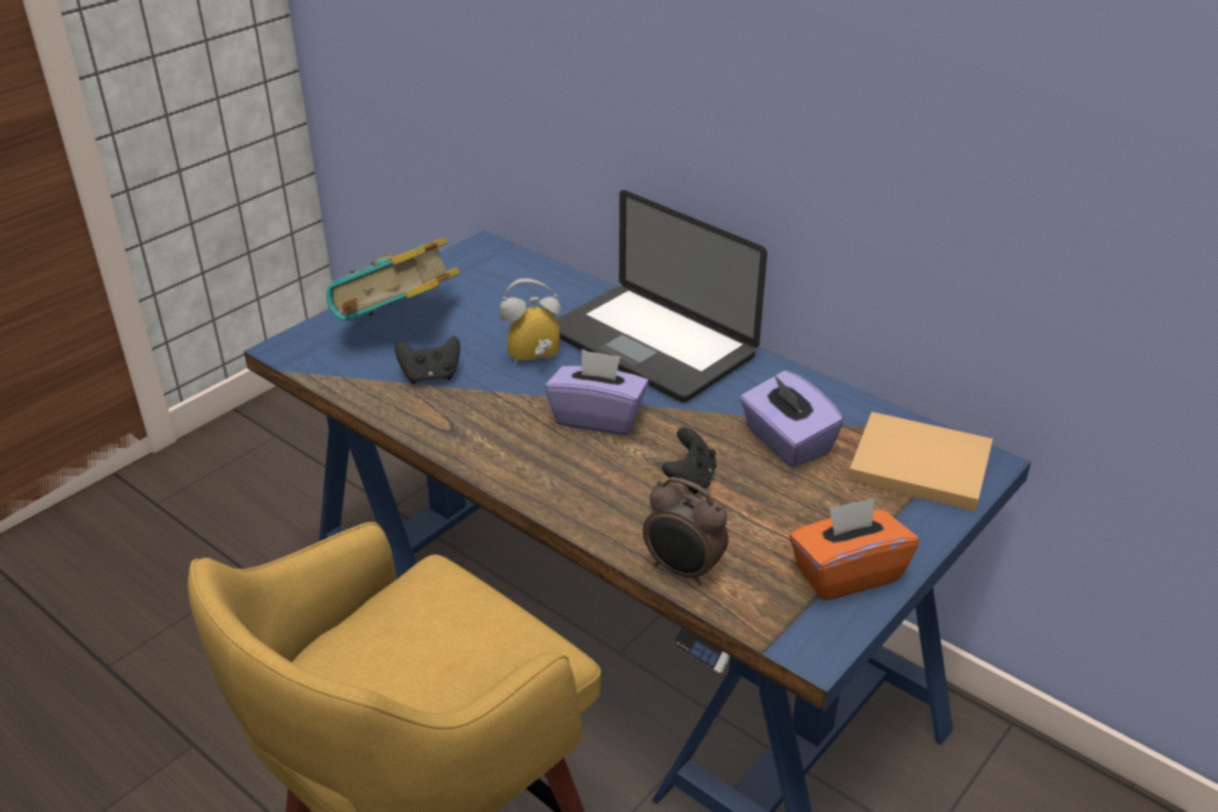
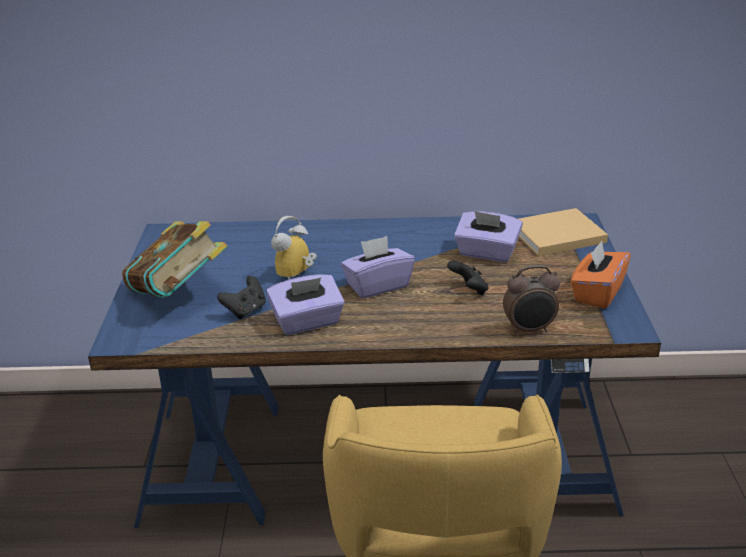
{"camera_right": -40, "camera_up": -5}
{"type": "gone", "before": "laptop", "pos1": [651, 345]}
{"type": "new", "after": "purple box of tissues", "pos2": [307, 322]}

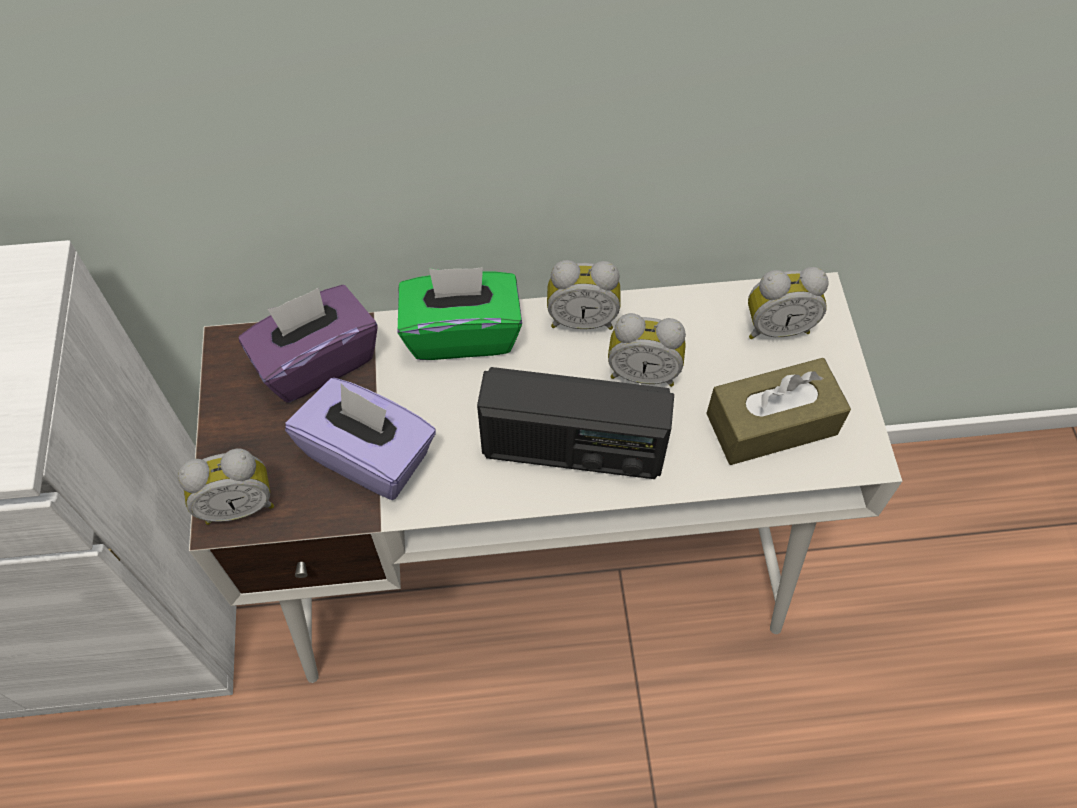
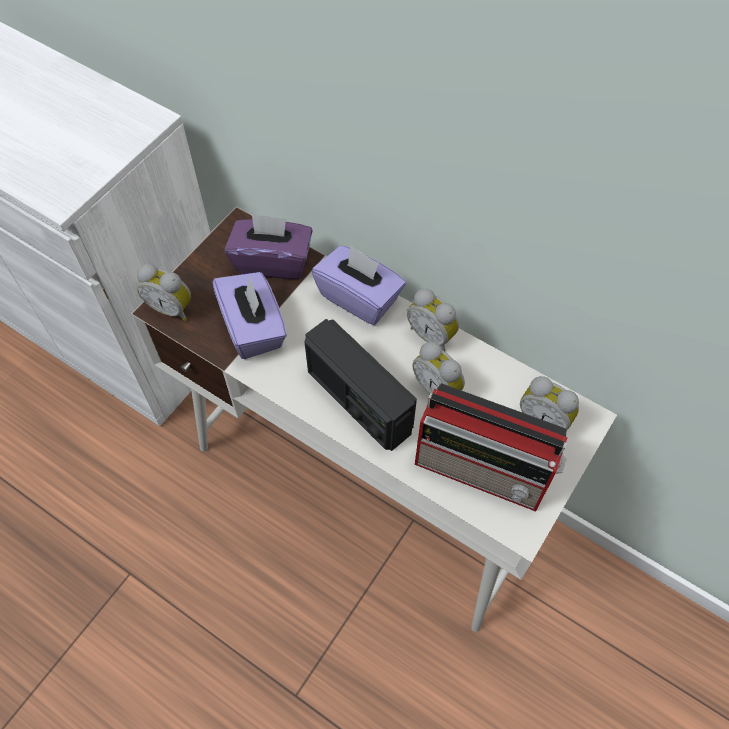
{"camera_right": 40, "camera_up": 0}
{"type": "repainted", "before": "green box of tissues", "after": "purple box of tissues", "pos1": [462, 333], "pos2": [359, 297]}
{"type": "swapped", "before": "brown box of tissues", "after": "radio receiver", "pos1": [771, 424], "pos2": [484, 471]}

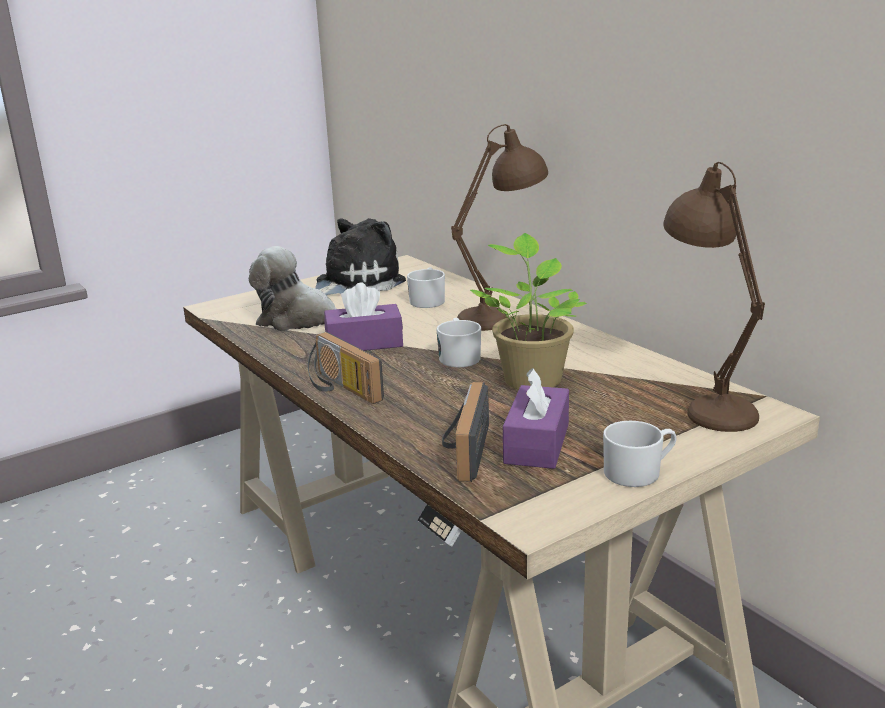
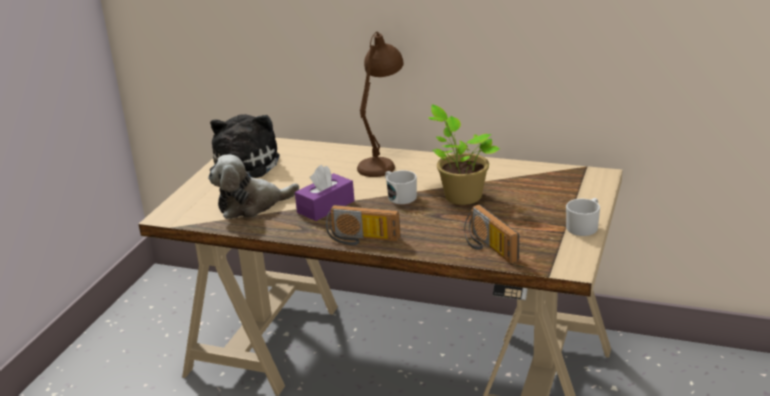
{"camera_right": -35, "camera_up": 5}
{"type": "gone", "before": "whitish tea mug", "pos1": [428, 300]}
{"type": "gone", "before": "purple box of tissues", "pos1": [537, 443]}
{"type": "gone", "before": "brown lamp for a table", "pos1": [705, 403]}

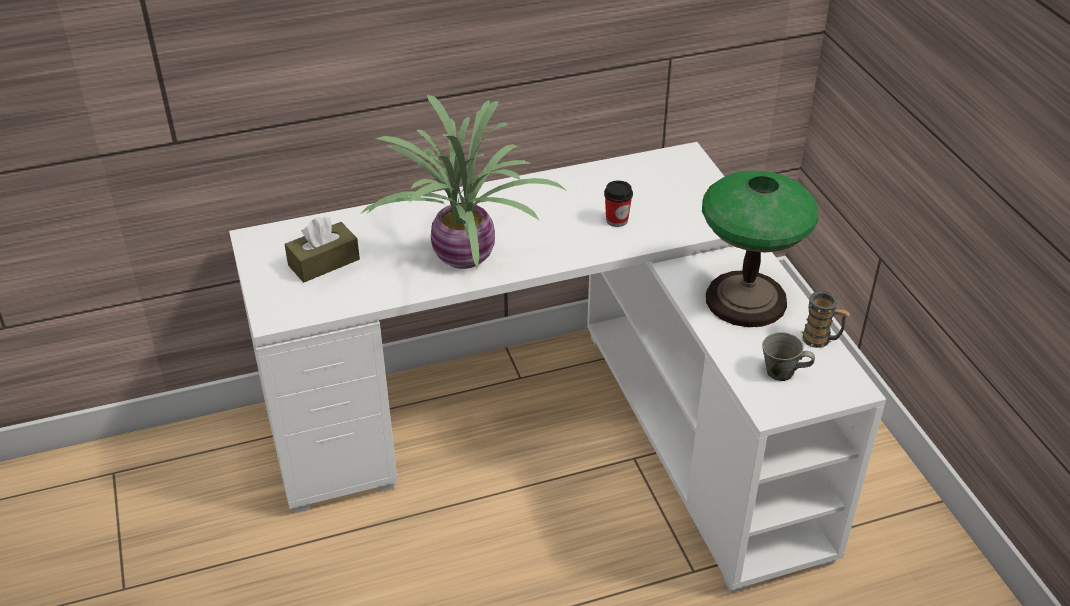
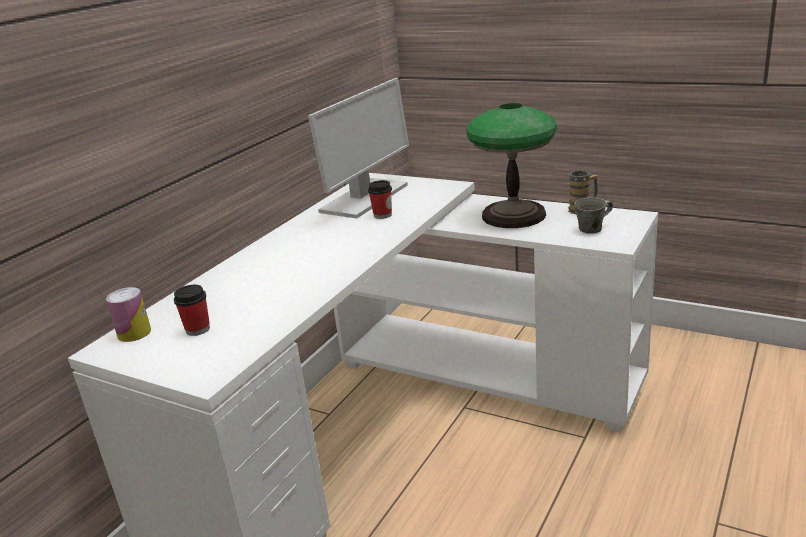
{"camera_right": -40, "camera_up": -15}
{"type": "swapped", "before": "brown box of tissues", "after": "small cup", "pos1": [324, 262], "pos2": [198, 329]}
{"type": "gone", "before": "potted plant", "pos1": [462, 259]}
{"type": "new", "after": "can", "pos2": [134, 333]}
{"type": "new", "after": "computer display", "pos2": [364, 199]}

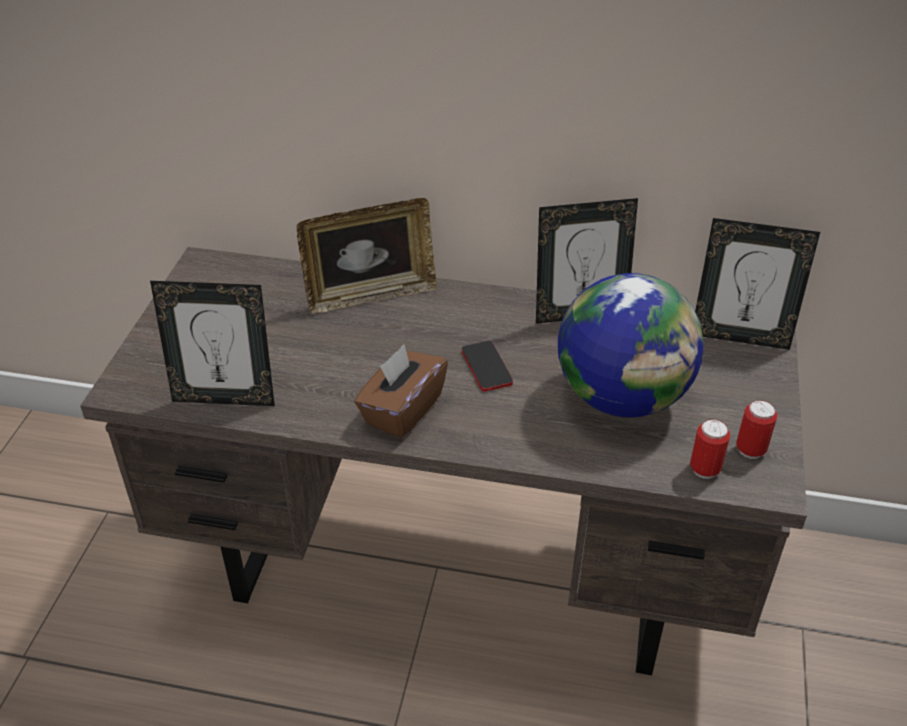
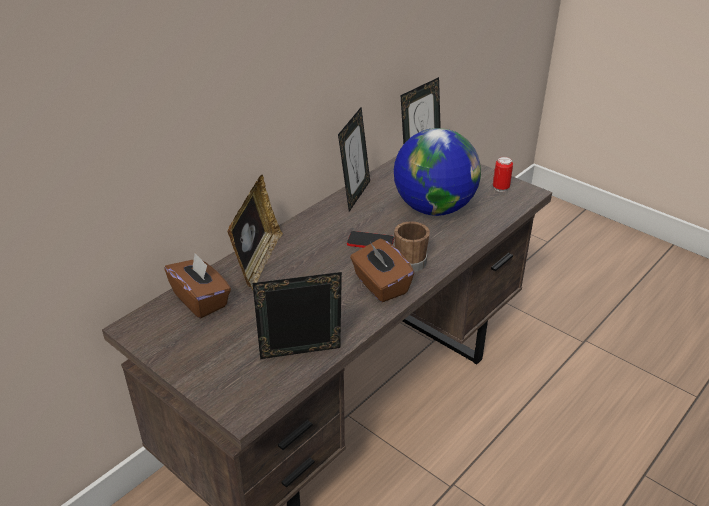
{"camera_right": -60, "camera_up": -5}
{"type": "rotated", "before": "standing frame", "pos1": [225, 397], "pos2": [301, 358], "turn": -135}
{"type": "gone", "before": "can", "pos1": [704, 469]}
{"type": "new", "after": "brown box of tissues", "pos2": [201, 300]}
{"type": "new", "after": "brown tea mug", "pos2": [411, 260]}

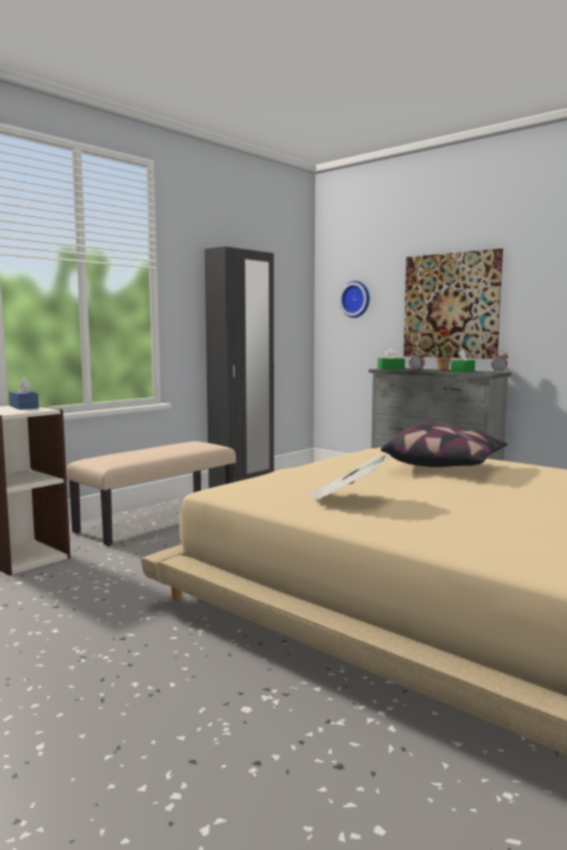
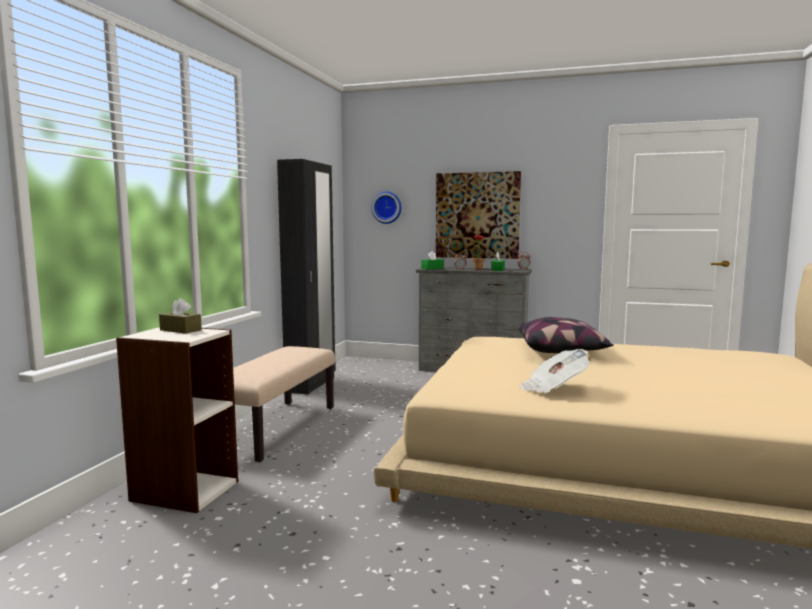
{"camera_right": -25, "camera_up": 0}
{"type": "repainted", "before": "blue-coloured box of tissues", "after": "brown box of tissues", "pos1": [24, 407], "pos2": [180, 330]}

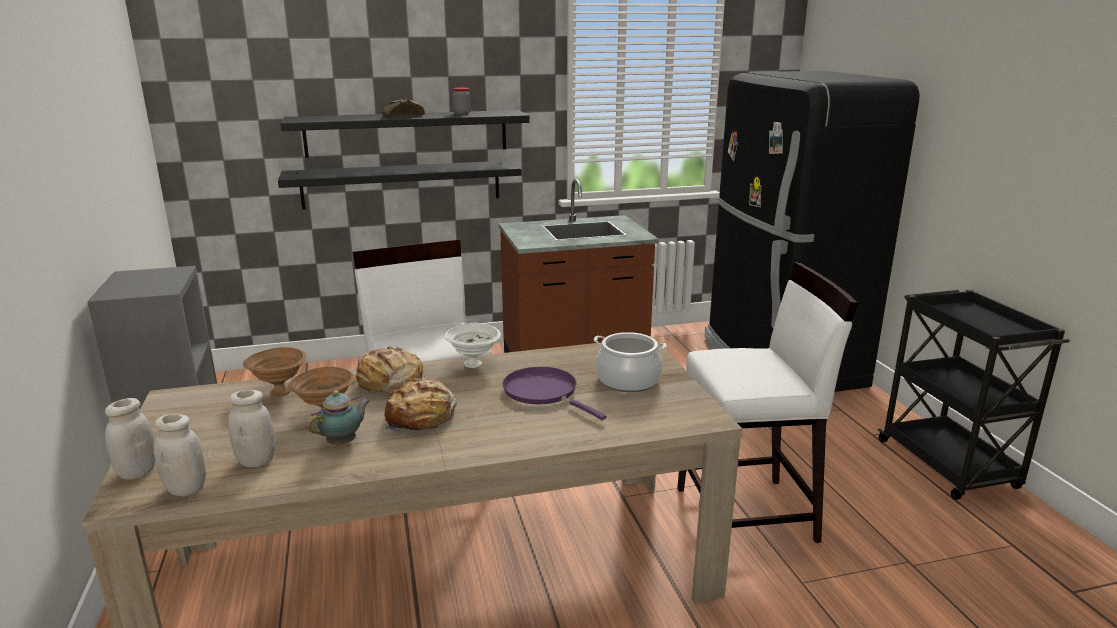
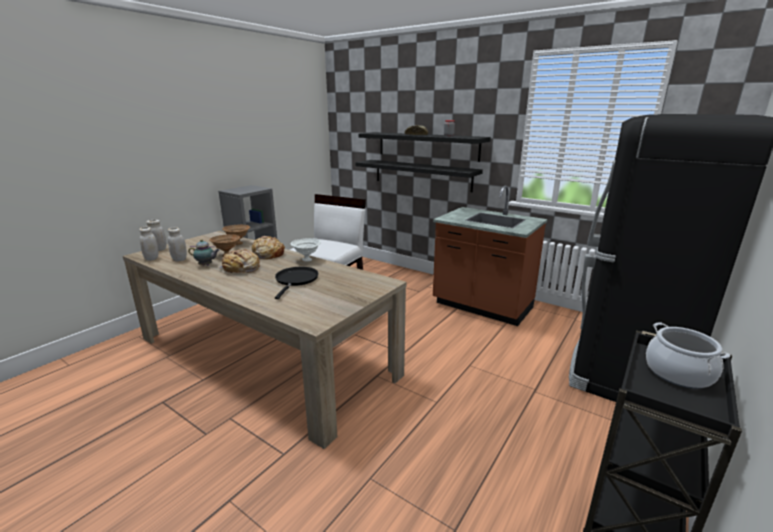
{"camera_right": 50, "camera_up": 0}
{"type": "repainted", "before": "purple frying pan", "after": "blackish frying pan", "pos1": [544, 392], "pos2": [296, 280]}
{"type": "shifted", "before": "cooking pot", "pos1": [628, 381], "pos2": [678, 373]}
{"type": "gone", "before": "whitish stool", "pos1": [747, 515]}

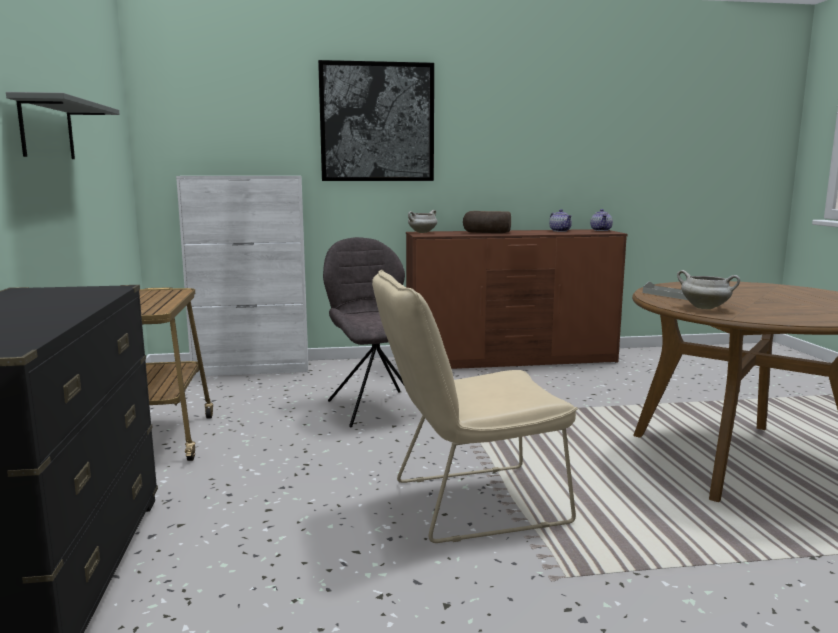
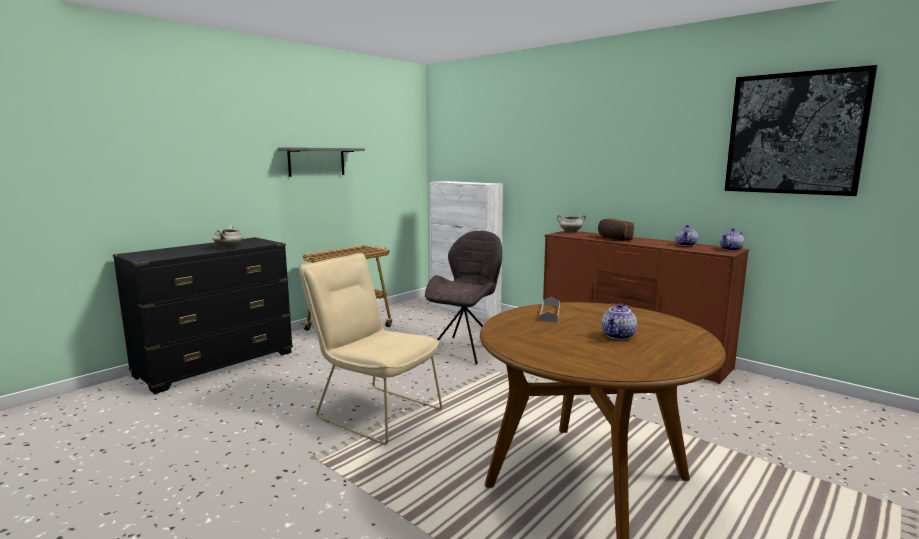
{"camera_right": 50, "camera_up": 0}
{"type": "shifted", "before": "picture", "pos1": [377, 122], "pos2": [794, 134]}
{"type": "shifted", "before": "whitish cooking pot", "pos1": [705, 308], "pos2": [229, 248]}
{"type": "new", "after": "pot for tea", "pos2": [619, 336]}

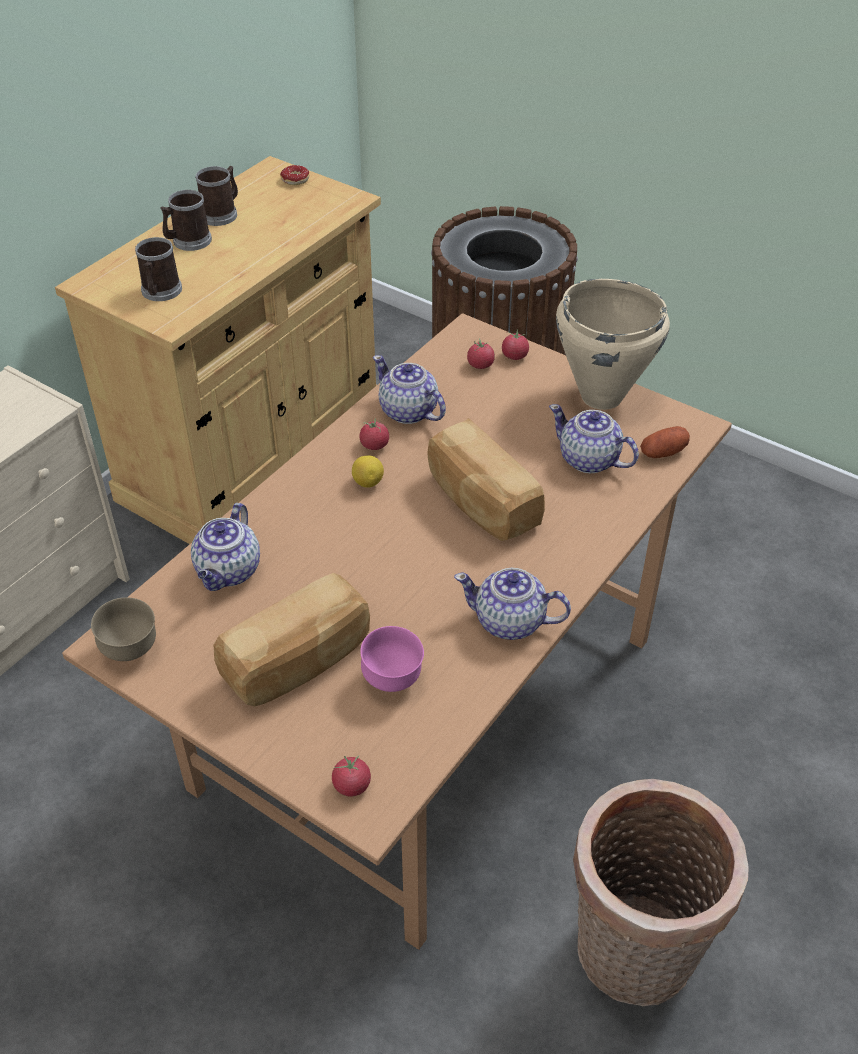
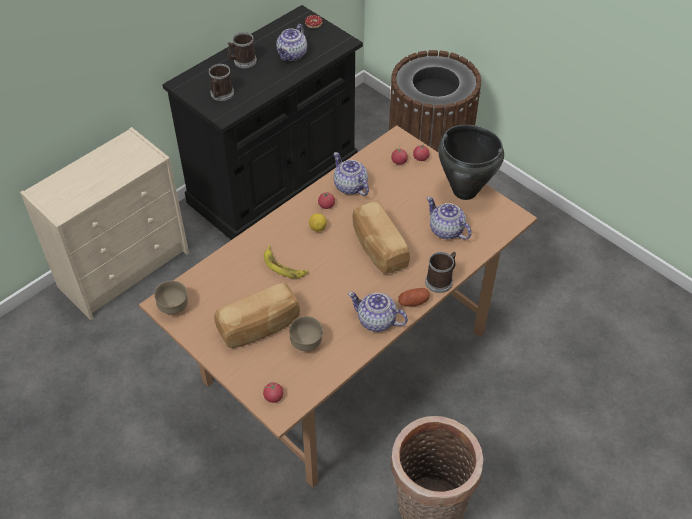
{"camera_right": 10, "camera_up": 5}
{"type": "repainted", "before": "beige storage cabinet", "after": "blackish storage cabinet", "pos1": [254, 452], "pos2": [274, 181]}
{"type": "shifted", "before": "pot for tea", "pos1": [229, 572], "pos2": [292, 55]}
{"type": "shifted", "before": "tea mug", "pos1": [222, 214], "pos2": [441, 280]}
{"type": "repainted", "before": "pink deep dish", "after": "brown deep dish", "pos1": [392, 680], "pos2": [306, 344]}
{"type": "repainted", "before": "beige cooking pot", "after": "blackish cooking pot", "pos1": [601, 396], "pos2": [464, 190]}
{"type": "shifted", "before": "potato", "pos1": [663, 452], "pos2": [413, 302]}
{"type": "new", "after": "whole banana", "pos2": [284, 266]}

